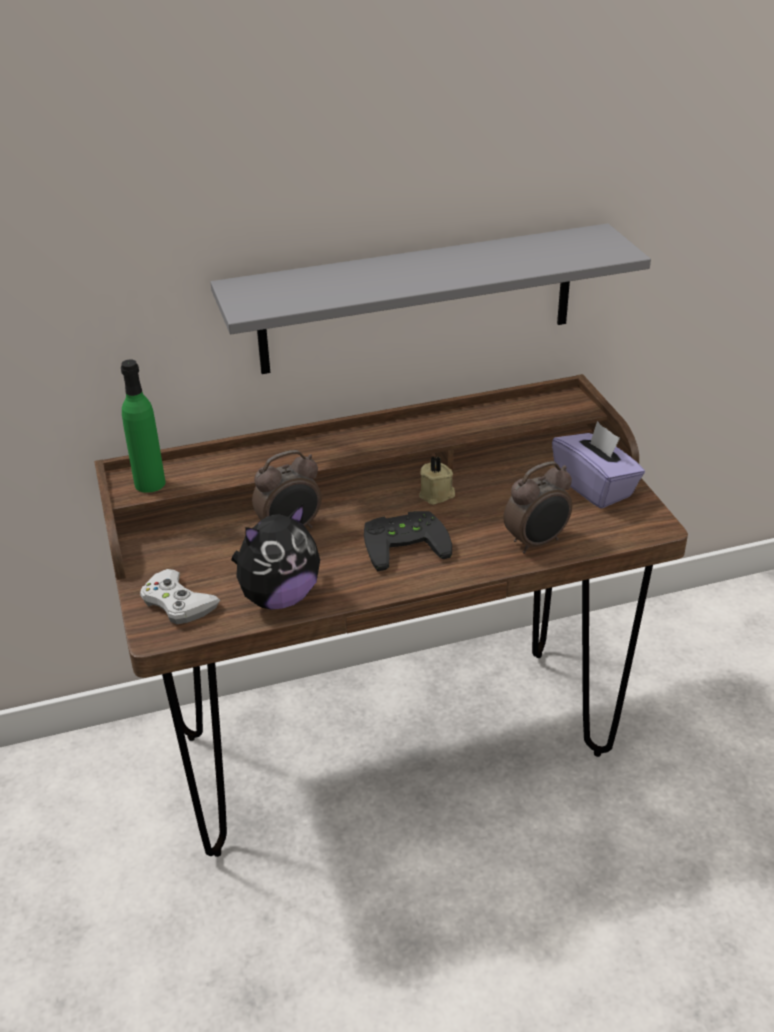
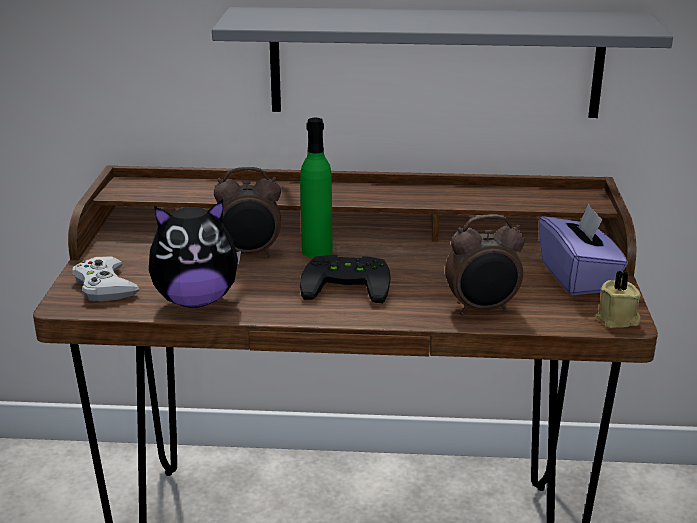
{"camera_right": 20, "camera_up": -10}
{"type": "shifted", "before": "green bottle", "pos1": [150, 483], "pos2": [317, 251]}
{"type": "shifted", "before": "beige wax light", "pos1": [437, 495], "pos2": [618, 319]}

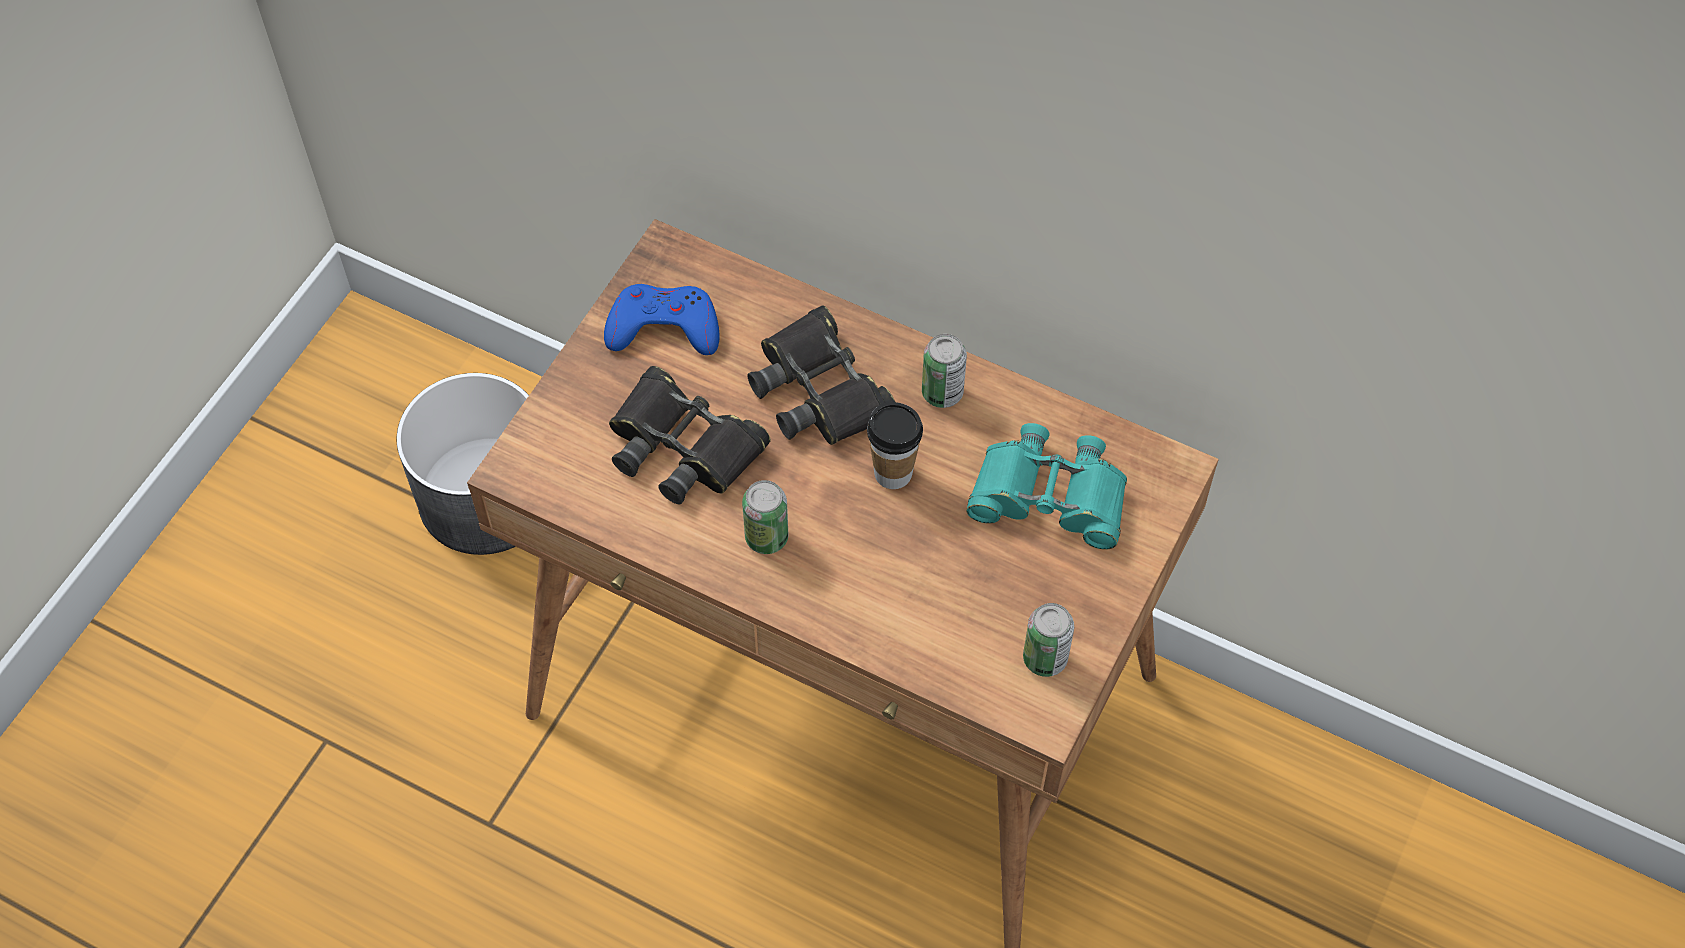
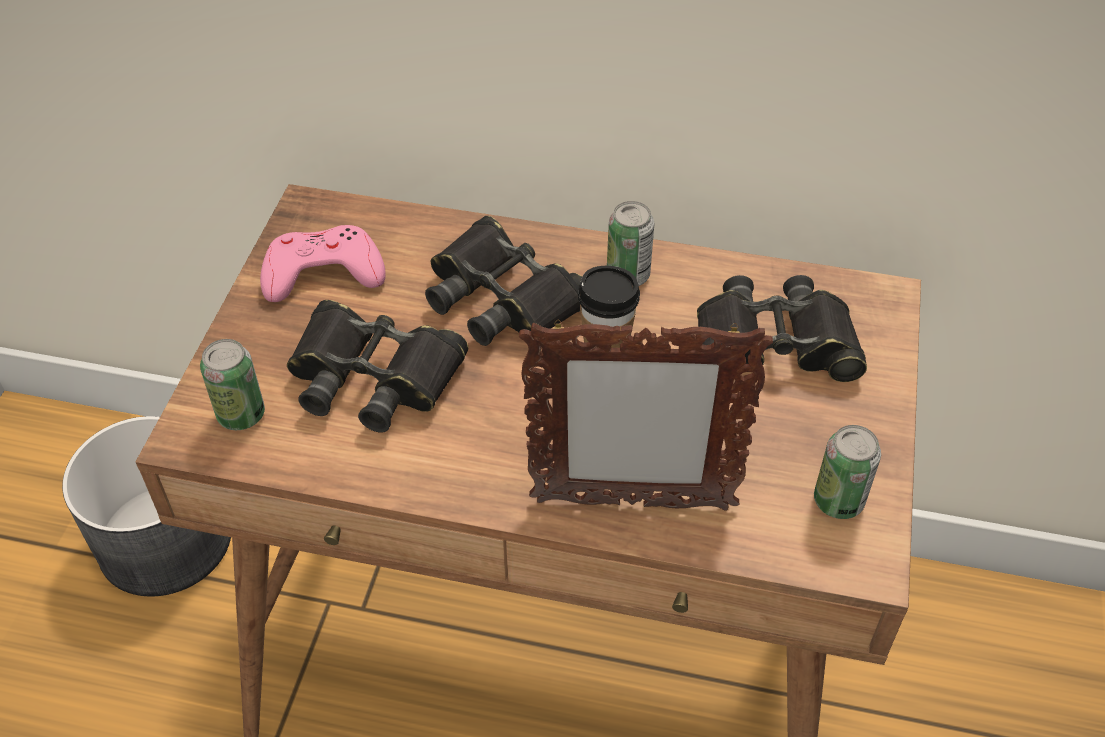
{"camera_right": -15, "camera_up": -10}
{"type": "repainted", "before": "blue-coloured game controller", "after": "pink game controller", "pos1": [663, 327], "pos2": [322, 272]}
{"type": "shifted", "before": "can", "pos1": [766, 537], "pos2": [241, 415]}
{"type": "repainted", "before": "turquoise-coloured pair of binoculars", "after": "blackish pair of binoculars", "pos1": [1049, 496], "pos2": [773, 344]}
{"type": "new", "after": "standing frame", "pos2": [631, 503]}

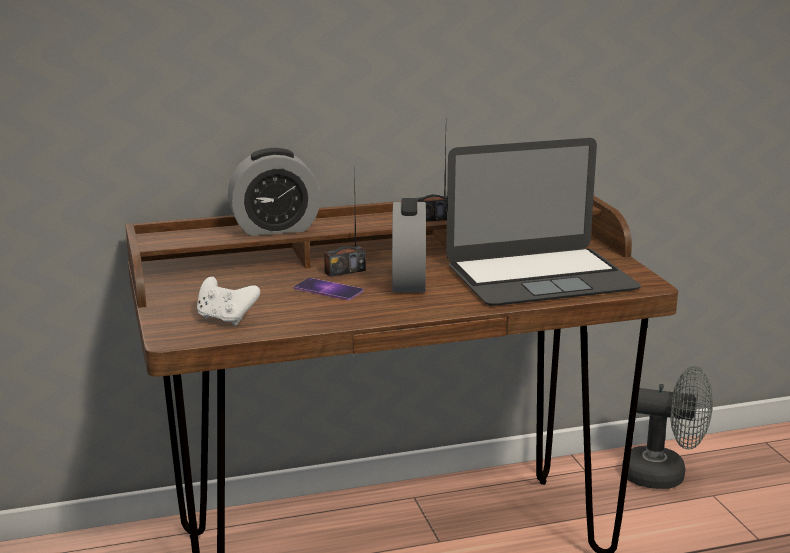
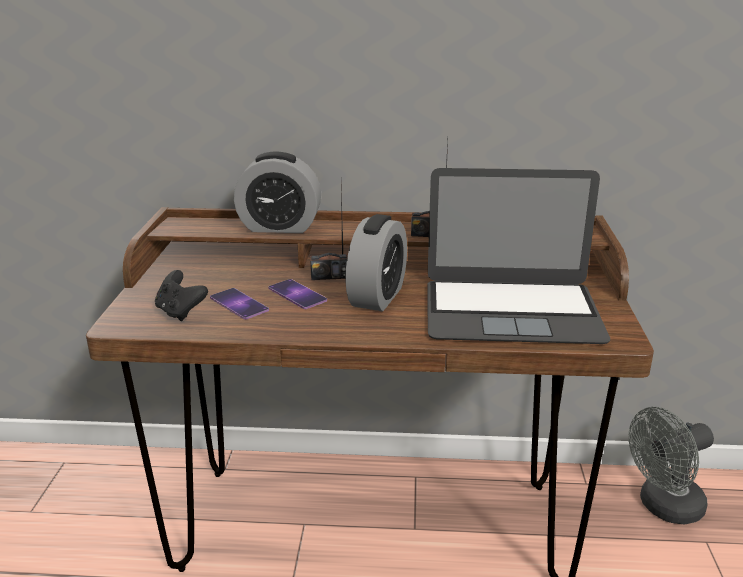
{"camera_right": 20, "camera_up": 5}
{"type": "repainted", "before": "whitish game controller", "after": "blackish game controller", "pos1": [226, 319], "pos2": [180, 312]}
{"type": "rotated", "before": "greyish electric fan", "pos1": [664, 476], "pos2": [663, 507], "turn": 120}
{"type": "new", "after": "telephone", "pos2": [239, 304]}

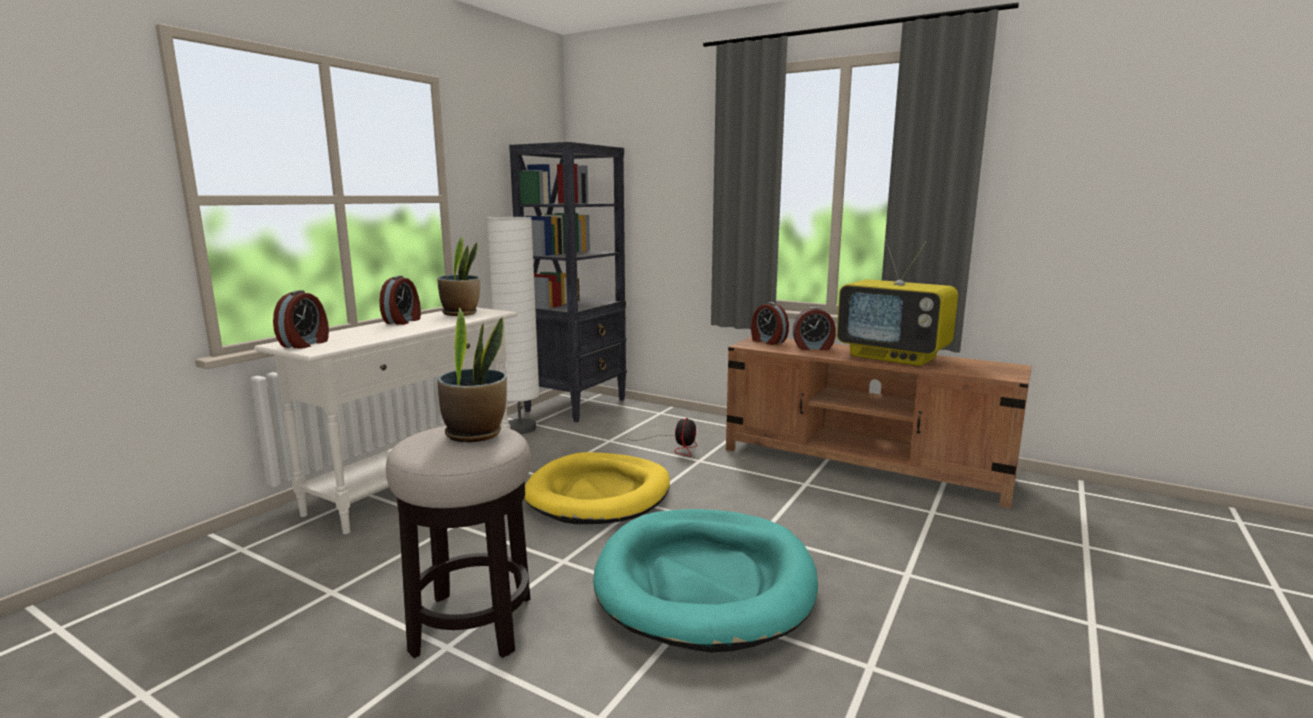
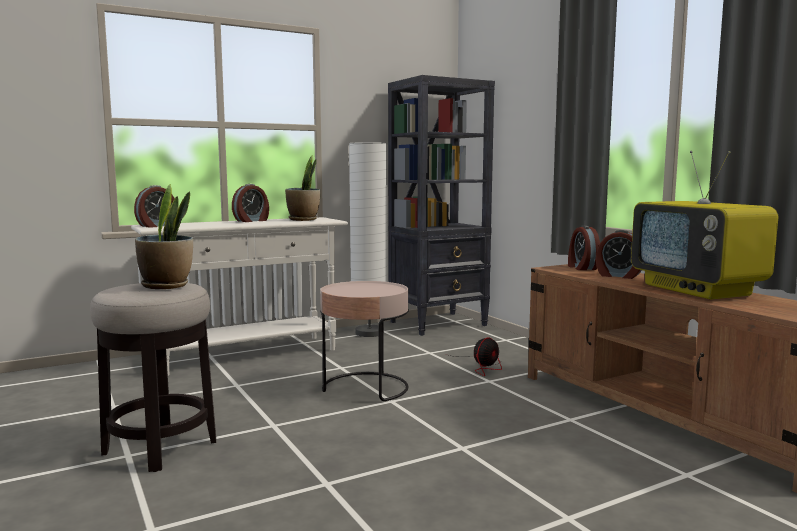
{"camera_right": 30, "camera_up": -5}
{"type": "swapped", "before": "yellow dog bed", "after": "pink side table", "pos1": [599, 494], "pos2": [365, 388]}
{"type": "gone", "before": "turquoise-coloured dog bed", "pos1": [705, 582]}

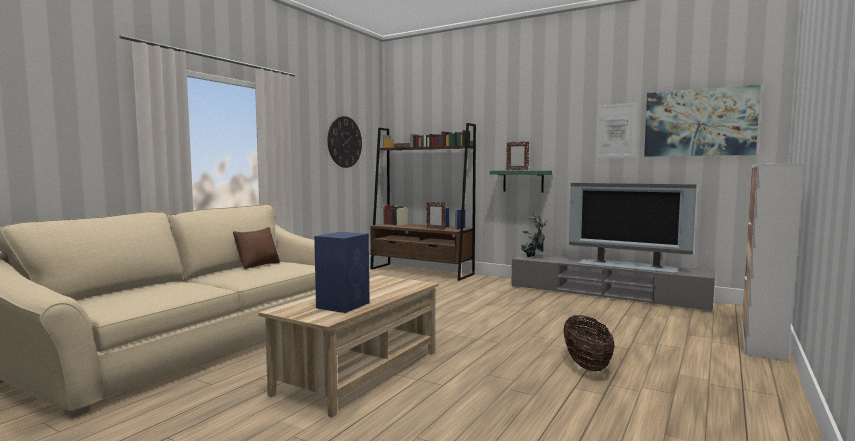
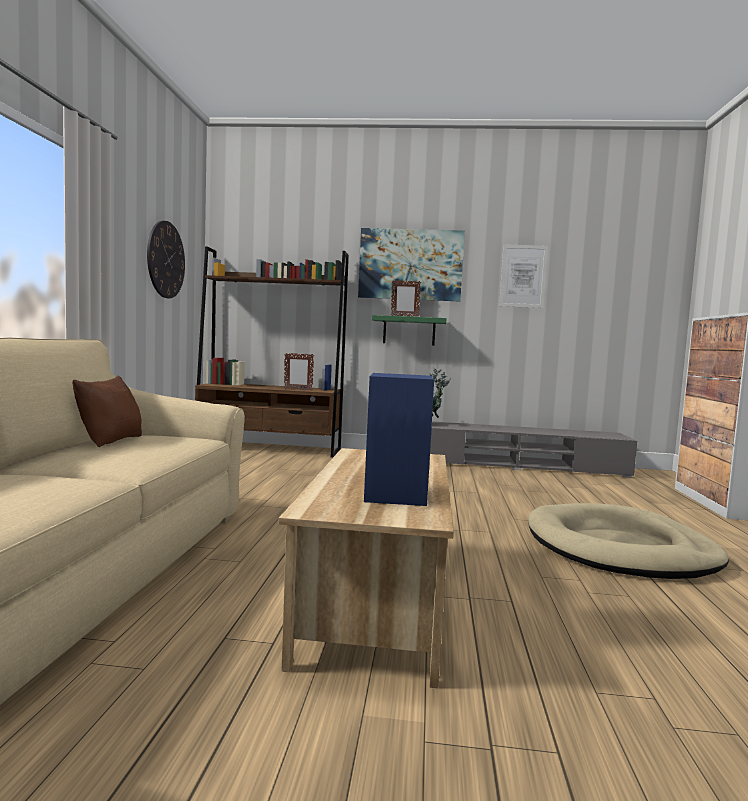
{"camera_right": -25, "camera_up": 0}
{"type": "swapped", "before": "basket", "after": "beige dog bed", "pos1": [586, 365], "pos2": [620, 549]}
{"type": "gone", "before": "TV", "pos1": [627, 266]}
{"type": "shifted", "before": "picture", "pos1": [699, 122], "pos2": [410, 265]}

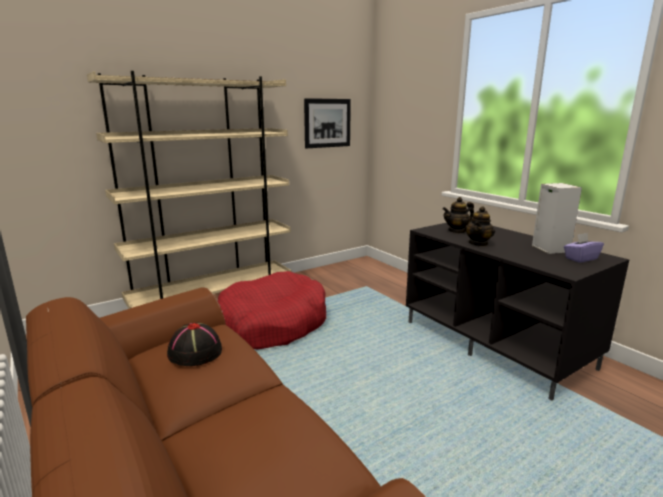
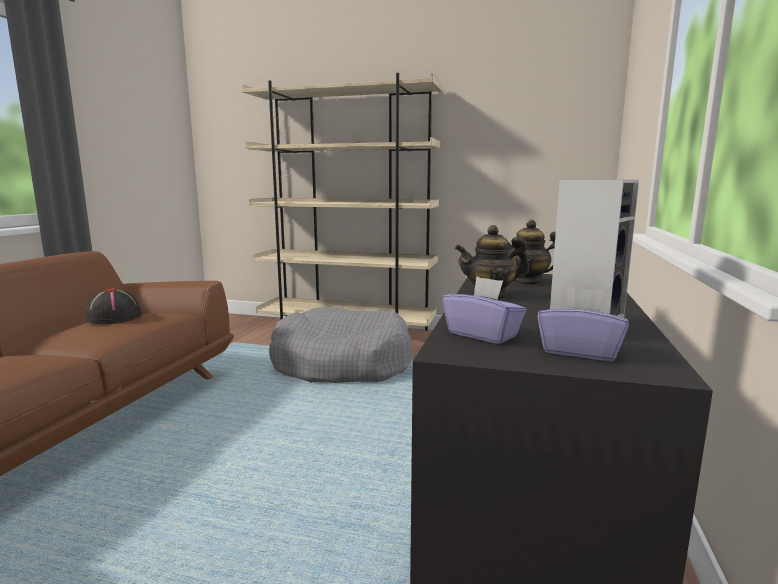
{"camera_right": 50, "camera_up": -5}
{"type": "repainted", "before": "red dog bed", "after": "greyish dog bed", "pos1": [272, 324], "pos2": [341, 363]}
{"type": "gone", "before": "picture", "pos1": [327, 123]}
{"type": "new", "after": "purple box of tissues", "pos2": [483, 334]}

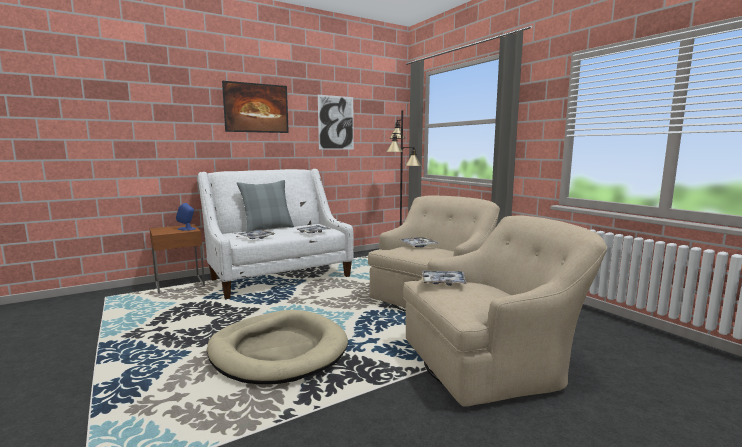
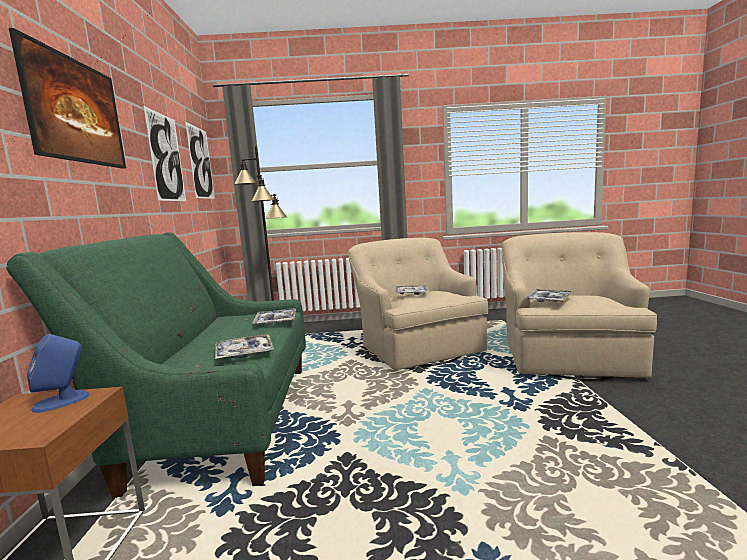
{"camera_right": -60, "camera_up": 0}
{"type": "repainted", "before": "whitish settee", "after": "green settee", "pos1": [279, 276], "pos2": [217, 420]}
{"type": "gone", "before": "beige dog bed", "pos1": [278, 351]}
{"type": "gone", "before": "greyish throw pillow", "pos1": [267, 229]}
{"type": "new", "after": "picture", "pos2": [201, 163]}

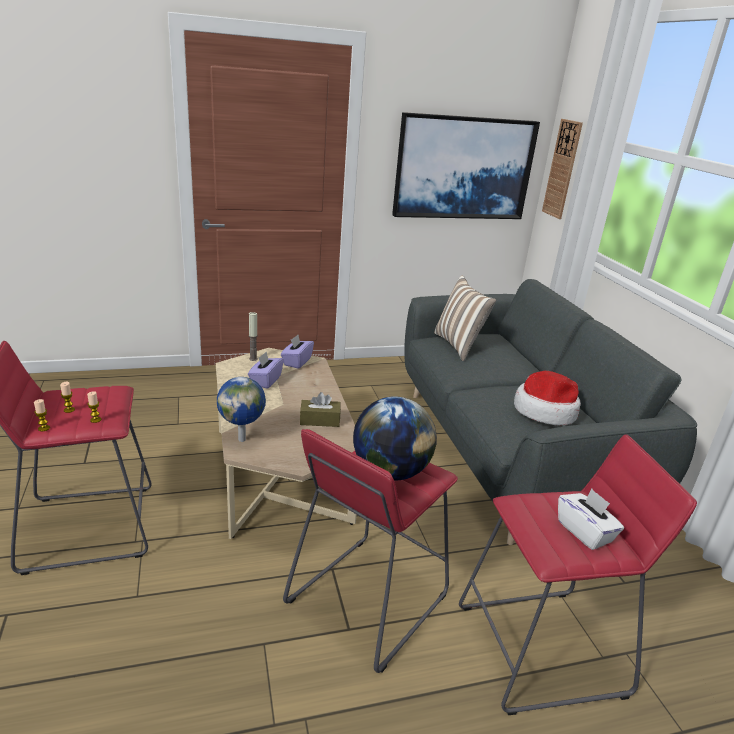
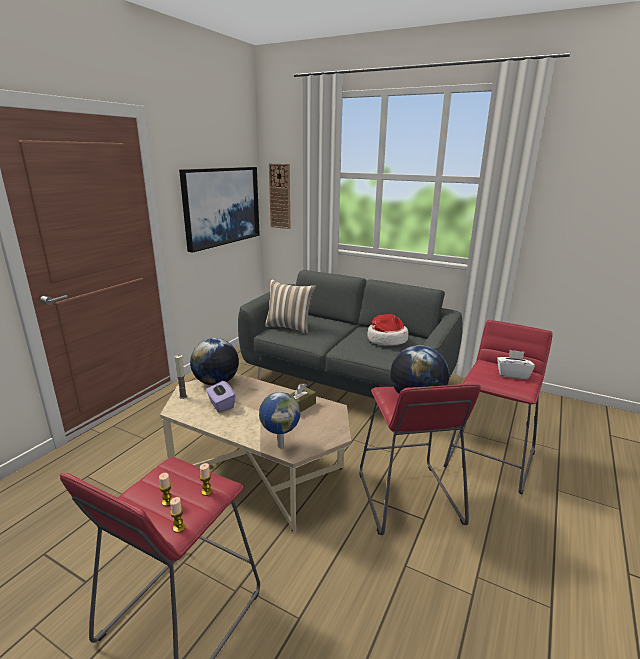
{"camera_right": -45, "camera_up": -5}
{"type": "swapped", "before": "purple box of tissues", "after": "desk globe", "pos1": [297, 361], "pos2": [216, 382]}

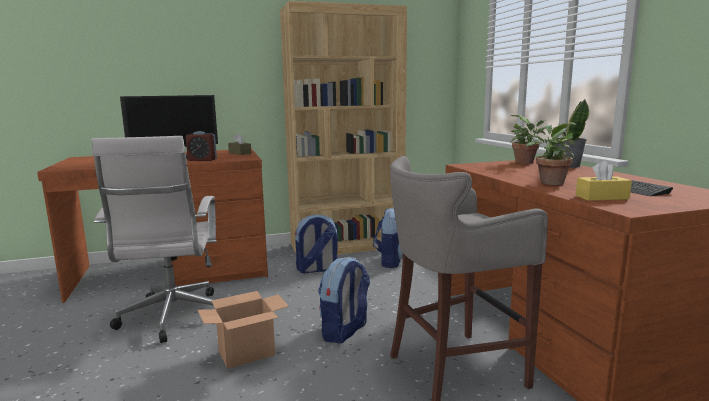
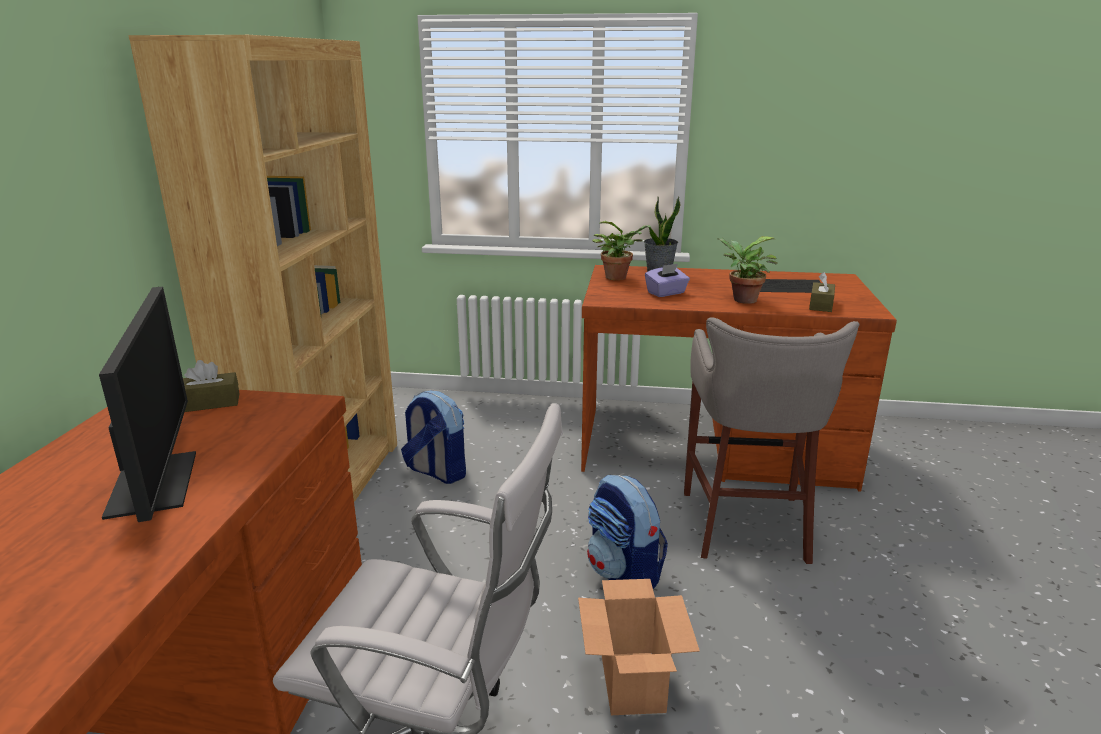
{"camera_right": -65, "camera_up": 10}
{"type": "gone", "before": "table clock", "pos1": [202, 160]}
{"type": "gone", "before": "backpack", "pos1": [317, 269]}
{"type": "repainted", "before": "yellow box of tissues", "after": "brown box of tissues", "pos1": [602, 197], "pos2": [821, 305]}
{"type": "new", "after": "purple box of tissues", "pos2": [666, 293]}

